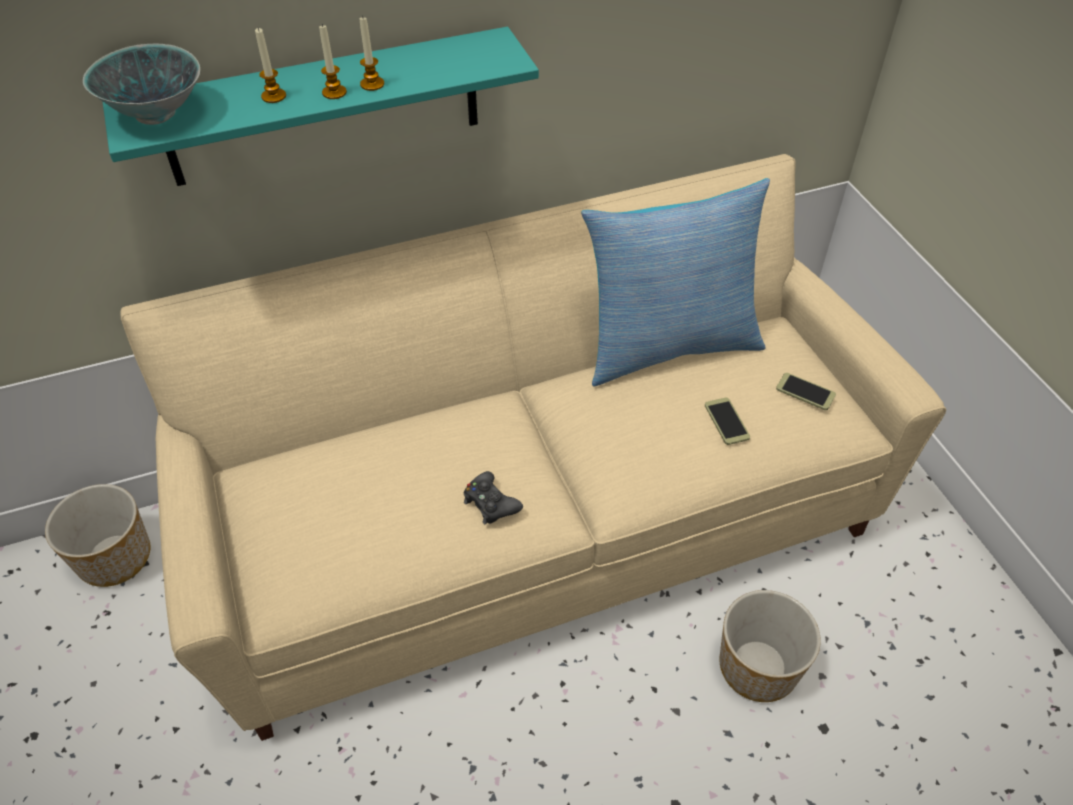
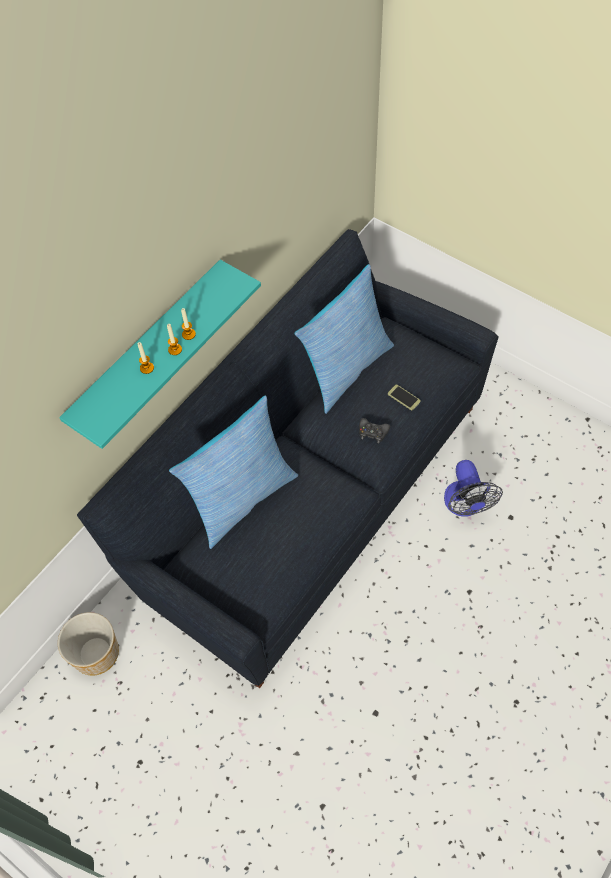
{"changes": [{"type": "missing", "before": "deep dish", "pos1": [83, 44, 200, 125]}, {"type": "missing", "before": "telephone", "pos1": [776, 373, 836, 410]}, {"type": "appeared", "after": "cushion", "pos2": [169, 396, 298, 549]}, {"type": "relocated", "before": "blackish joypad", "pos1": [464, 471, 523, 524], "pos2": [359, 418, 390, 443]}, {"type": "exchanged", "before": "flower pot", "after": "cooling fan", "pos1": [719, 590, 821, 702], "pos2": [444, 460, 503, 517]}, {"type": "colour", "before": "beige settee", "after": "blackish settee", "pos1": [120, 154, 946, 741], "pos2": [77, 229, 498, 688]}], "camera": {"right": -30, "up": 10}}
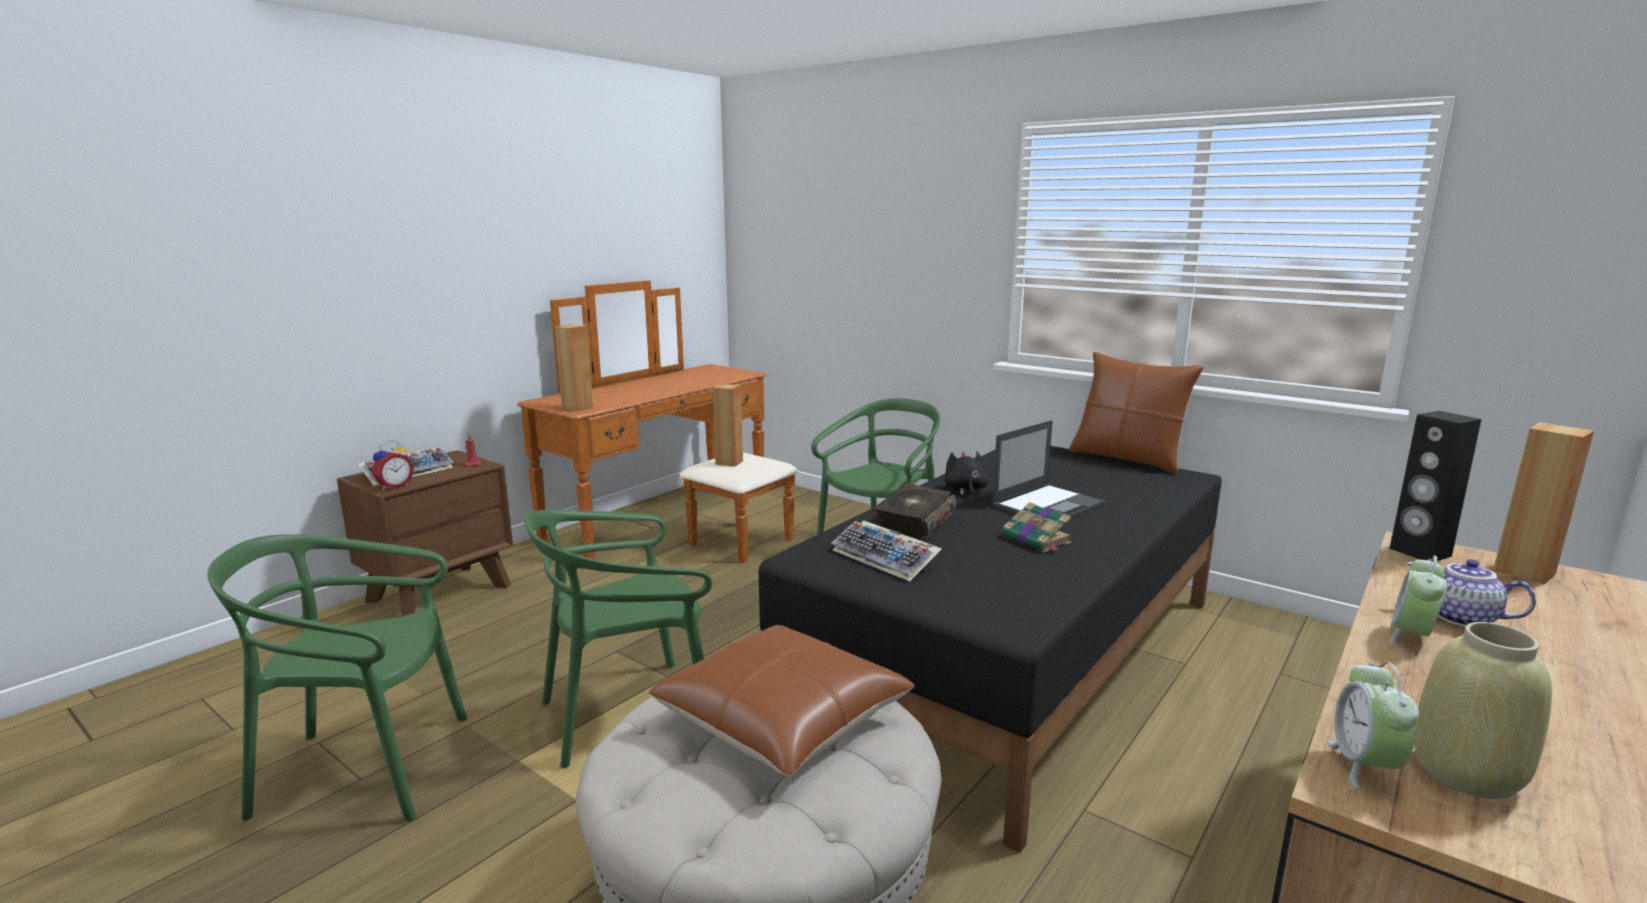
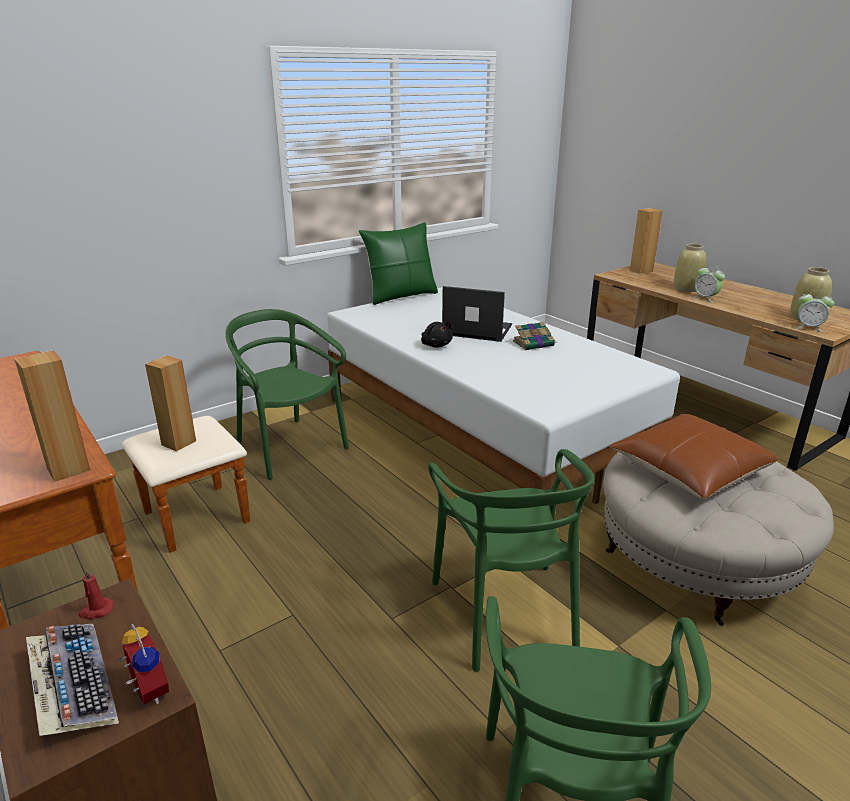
{"changes": [{"type": "missing", "before": "keyboard", "pos1": [832, 520, 942, 581]}, {"type": "missing", "before": "volume", "pos1": [873, 483, 956, 542]}, {"type": "missing", "before": "blackish audio speaker", "pos1": [1390, 411, 1481, 562]}, {"type": "exchanged", "before": "teapot", "after": "beige vase", "pos1": [1406, 559, 1536, 627], "pos2": [674, 244, 707, 292]}, {"type": "colour", "before": "blackish bed", "after": "whitish bed", "pos1": [759, 446, 1221, 853], "pos2": [327, 287, 680, 504]}, {"type": "colour", "before": "brownish cushion", "after": "green cushion", "pos1": [1069, 352, 1204, 473], "pos2": [359, 222, 438, 305]}, {"type": "spun", "before": "blackish cuddly toy", "pos1": [945, 451, 988, 499], "pos2": [421, 321, 453, 347], "turn": -135}, {"type": "spun", "before": "portable computer", "pos1": [991, 420, 1106, 520], "pos2": [442, 286, 512, 342], "turn": -45}], "camera": {"right": -75, "up": 10}}
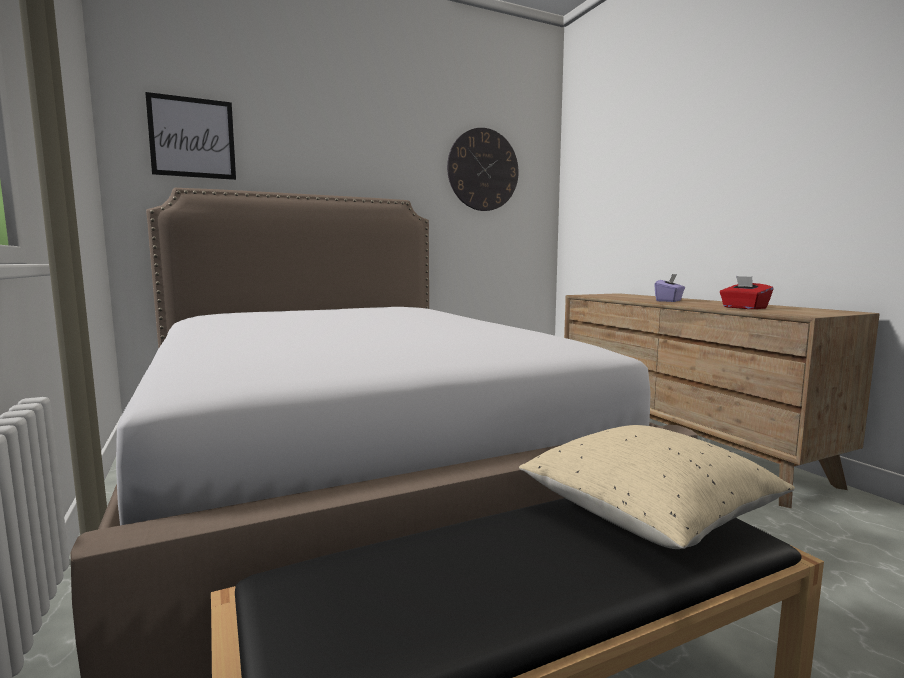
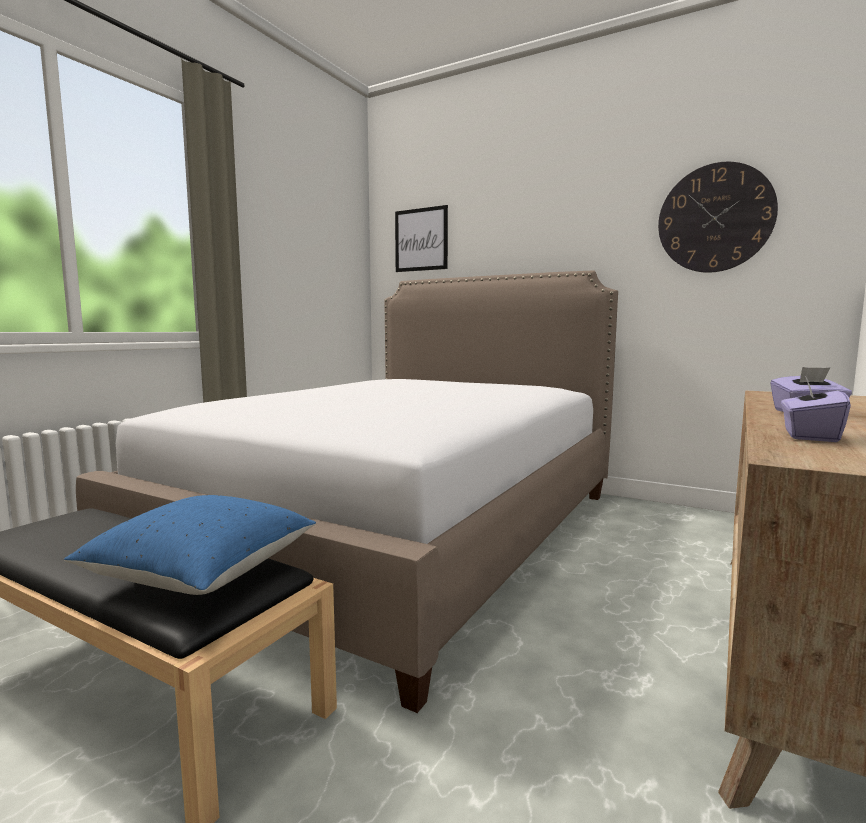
{"changes": [{"type": "colour", "before": "beige cushion", "after": "blue cushion", "pos1": [519, 425, 795, 549], "pos2": [64, 495, 316, 595]}, {"type": "colour", "before": "red-coloured box of tissues", "after": "purple-coloured box of tissues", "pos1": [720, 276, 773, 309], "pos2": [781, 376, 851, 442]}], "camera": {"right": 55, "up": 0}}
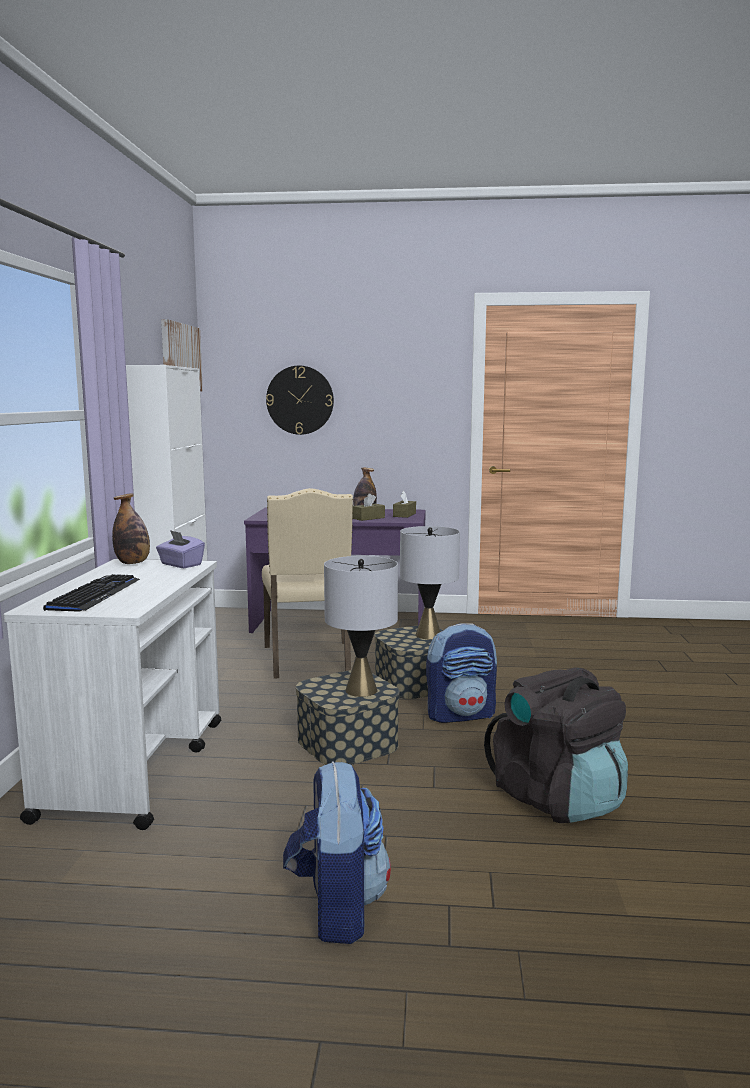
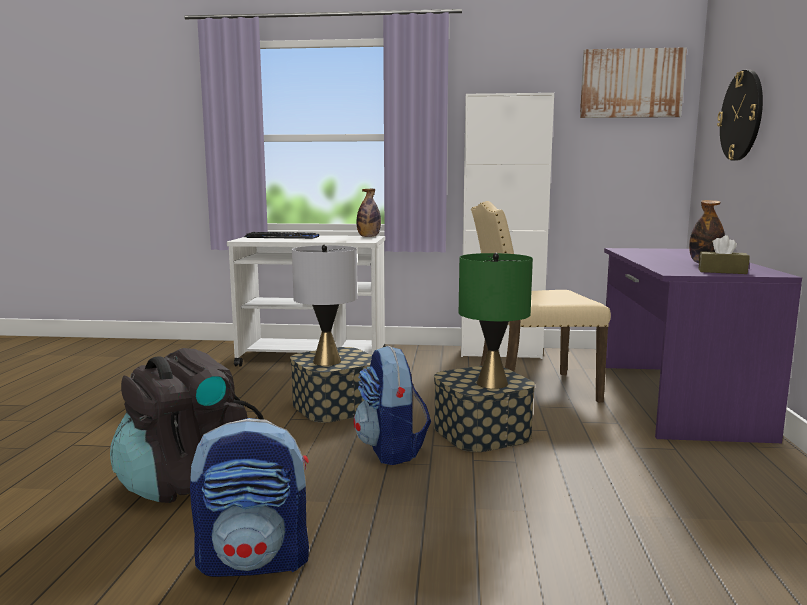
{"changes": [{"type": "missing", "before": "purple-coloured box of tissues", "pos1": [156, 530, 205, 568]}, {"type": "missing", "before": "brownish box of tissues", "pos1": [352, 493, 385, 521]}, {"type": "relocated", "before": "rucksack", "pos1": [283, 761, 391, 944], "pos2": [190, 418, 309, 577]}, {"type": "colour", "before": "gray tabletop lamp", "after": "green tabletop lamp", "pos1": [400, 526, 460, 639], "pos2": [459, 253, 533, 389]}], "camera": {"right": 90, "up": 0}}
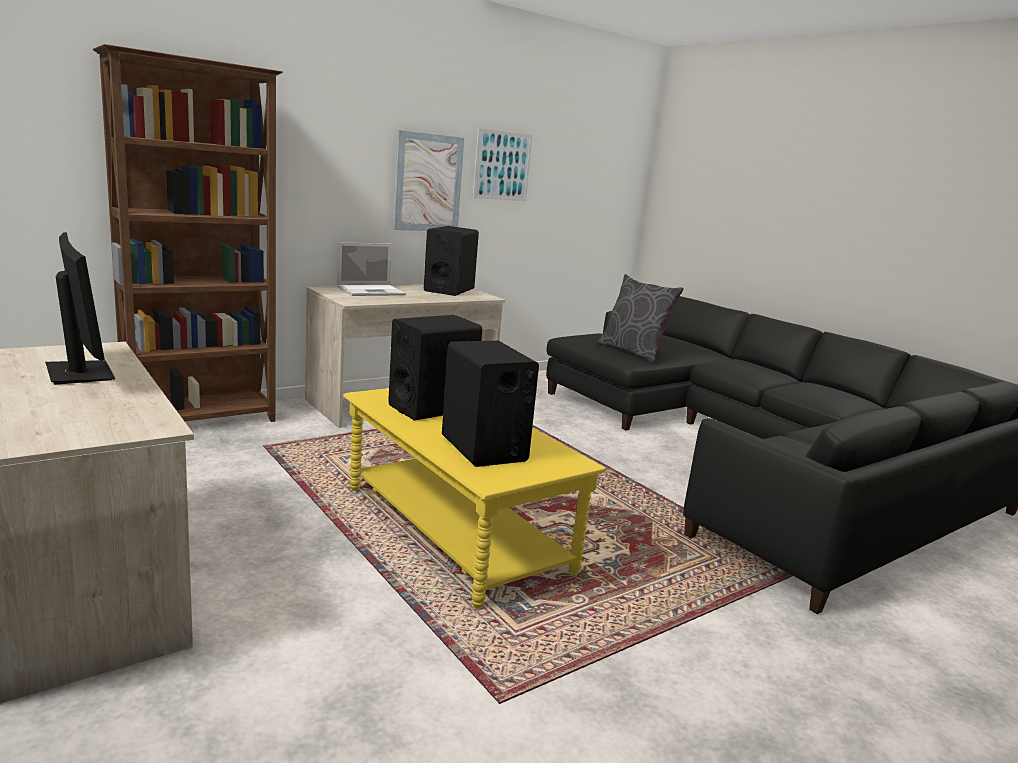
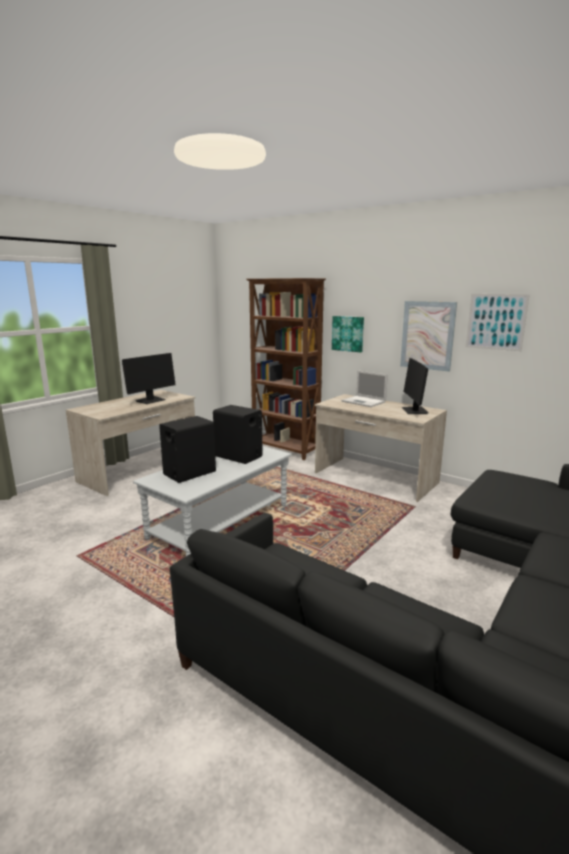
{"changes": [{"type": "missing", "before": "gray cushion", "pos1": [598, 274, 684, 363]}, {"type": "appeared", "after": "wall picture", "pos2": [332, 316, 364, 352]}, {"type": "exchanged", "before": "blackish audio speaker", "after": "computer display", "pos1": [424, 226, 479, 296], "pos2": [402, 358, 428, 414]}, {"type": "colour", "before": "yellow lounge table", "after": "gray lounge table", "pos1": [343, 388, 605, 608], "pos2": [133, 446, 292, 556]}], "camera": {"right": 75, "up": 0}}
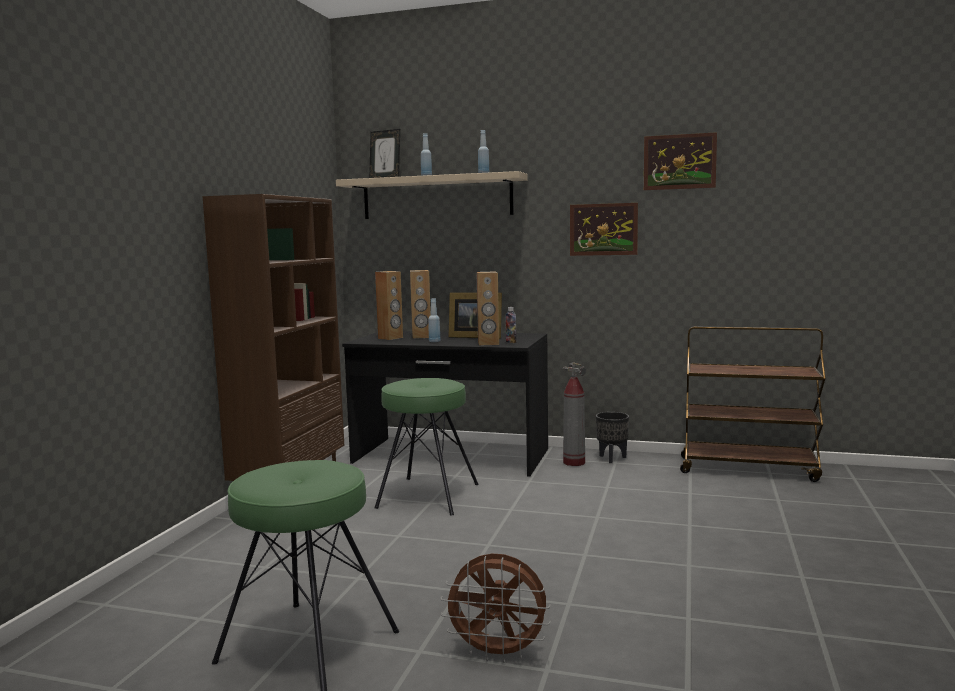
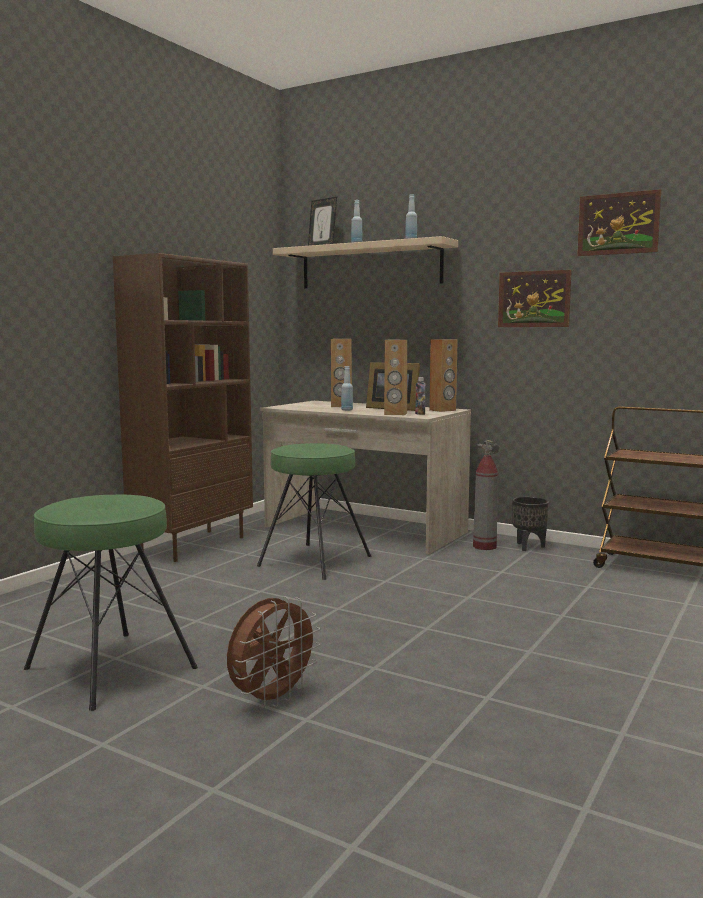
{"changes": [{"type": "relocated", "before": "brownish audio speaker", "pos1": [375, 271, 403, 340], "pos2": [429, 339, 458, 412]}, {"type": "colour", "before": "blackish desk unit", "after": "beige desk unit", "pos1": [342, 331, 548, 477], "pos2": [260, 401, 471, 555]}, {"type": "spun", "before": "brownish cooling fan", "pos1": [440, 554, 551, 663], "pos2": [227, 596, 320, 708], "turn": -75}], "camera": {"right": 15, "up": 0}}
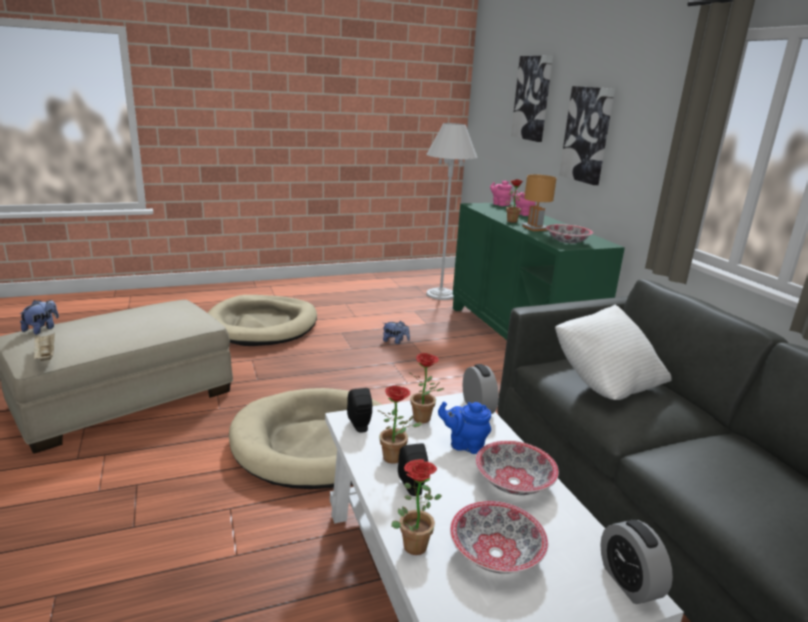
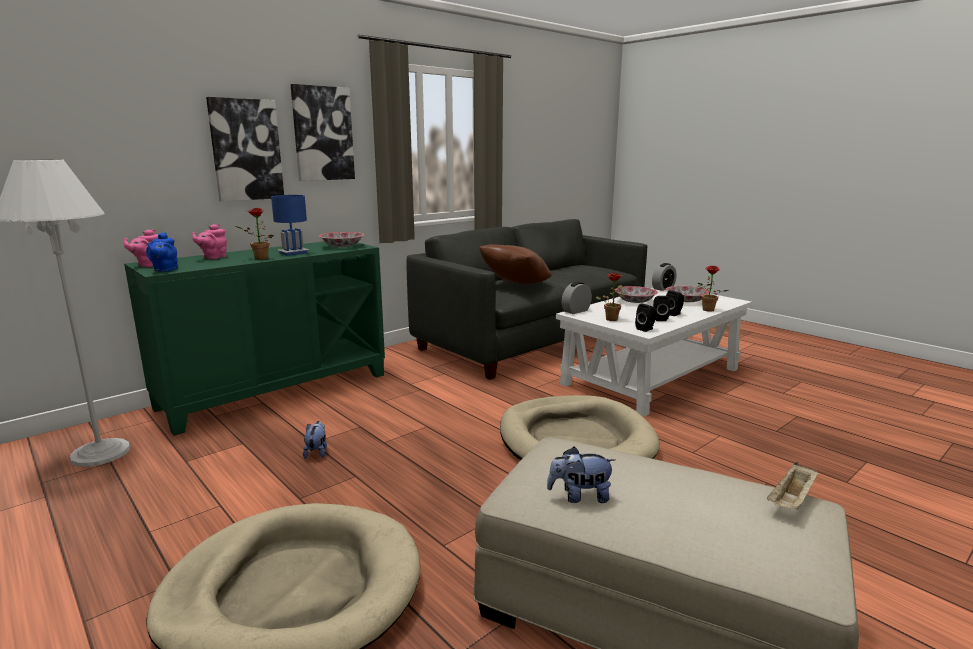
{"changes": [{"type": "relocated", "before": "cuddly toy", "pos1": [19, 300, 59, 335], "pos2": [547, 447, 616, 503]}, {"type": "relocated", "before": "blue teapot", "pos1": [438, 402, 491, 454], "pos2": [146, 232, 178, 272]}, {"type": "relocated", "before": "wall picture", "pos1": [511, 55, 553, 142], "pos2": [291, 84, 355, 181]}, {"type": "exchanged", "before": "potted plant", "after": "blackish audio speaker", "pos1": [377, 385, 422, 464], "pos2": [653, 296, 670, 321]}, {"type": "colour", "before": "brownish tabletop lamp", "after": "blue tabletop lamp", "pos1": [521, 174, 557, 231], "pos2": [271, 195, 310, 256]}, {"type": "colour", "before": "whitish cushion", "after": "brownish cushion", "pos1": [555, 305, 672, 400], "pos2": [479, 245, 552, 284]}], "camera": {"right": -110, "up": -5}}
